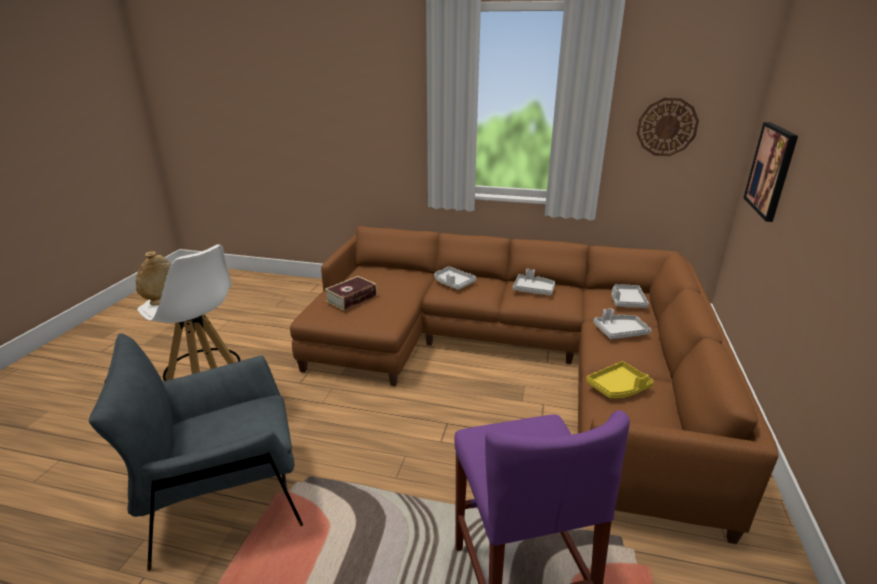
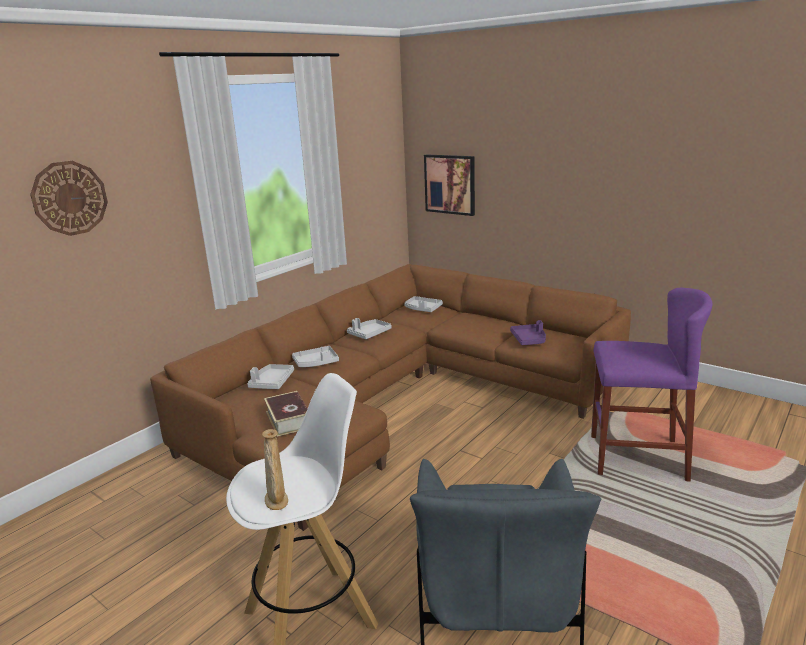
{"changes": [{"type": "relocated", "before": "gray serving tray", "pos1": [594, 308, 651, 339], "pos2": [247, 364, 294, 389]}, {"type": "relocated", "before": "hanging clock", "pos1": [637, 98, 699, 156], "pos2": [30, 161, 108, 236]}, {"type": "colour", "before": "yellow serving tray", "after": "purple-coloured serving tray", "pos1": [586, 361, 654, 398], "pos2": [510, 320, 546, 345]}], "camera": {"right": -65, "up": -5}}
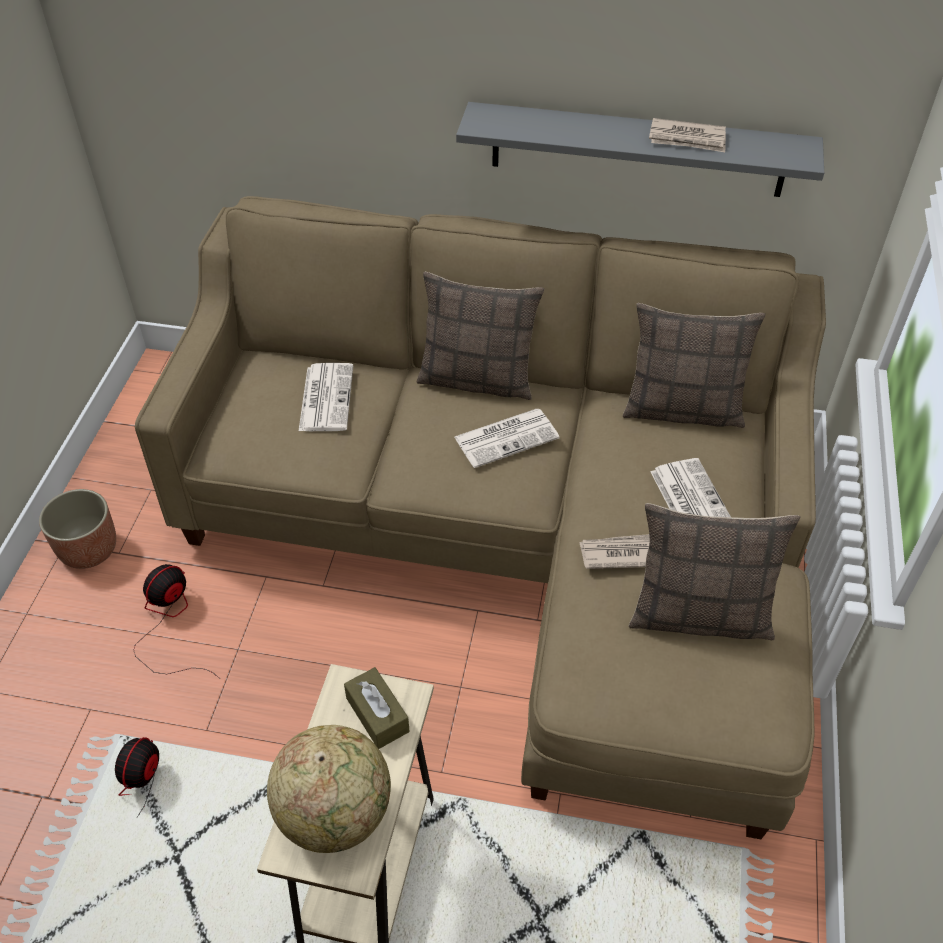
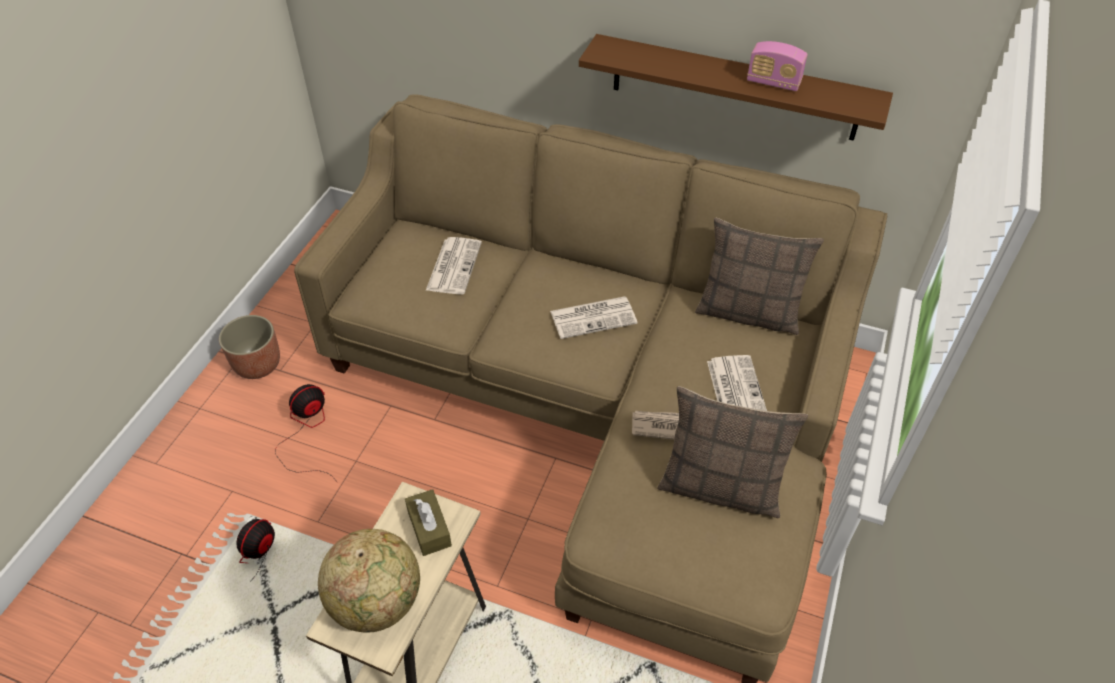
{"changes": [{"type": "missing", "before": "cushion", "pos1": [417, 272, 545, 400]}, {"type": "exchanged", "before": "newspaper", "after": "radio receiver", "pos1": [649, 118, 726, 152], "pos2": [747, 41, 808, 91]}, {"type": "colour", "before": "gray shelf", "after": "brownish shelf", "pos1": [456, 102, 824, 197], "pos2": [579, 34, 893, 141]}], "camera": {"right": 10, "up": 0}}
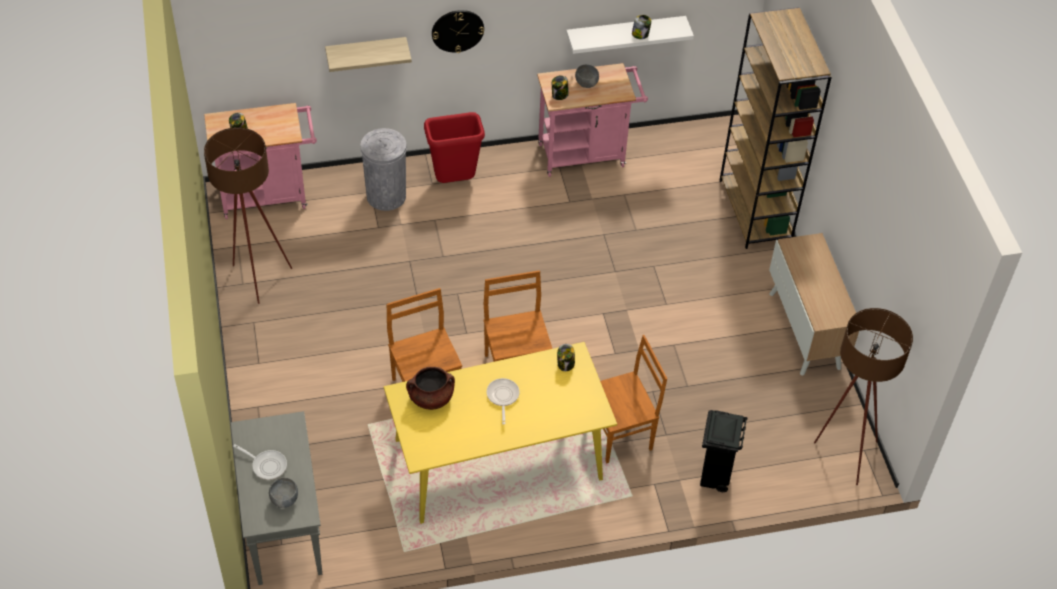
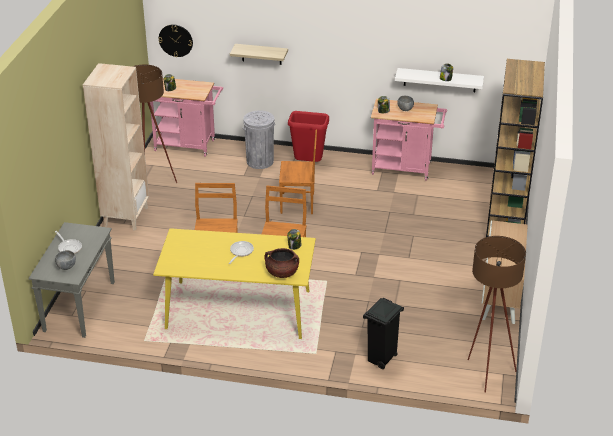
{"changes": [{"type": "appeared", "after": "beige bookshelf", "pos2": [83, 63, 149, 231]}, {"type": "relocated", "before": "brownish cooking pot", "pos1": [406, 367, 455, 410], "pos2": [264, 248, 299, 278]}, {"type": "relocated", "before": "hanging clock", "pos1": [432, 10, 484, 53], "pos2": [158, 24, 193, 57]}, {"type": "relocated", "before": "brownish plain chair", "pos1": [600, 335, 667, 463], "pos2": [279, 129, 317, 214]}], "camera": {"right": 25, "up": -15}}
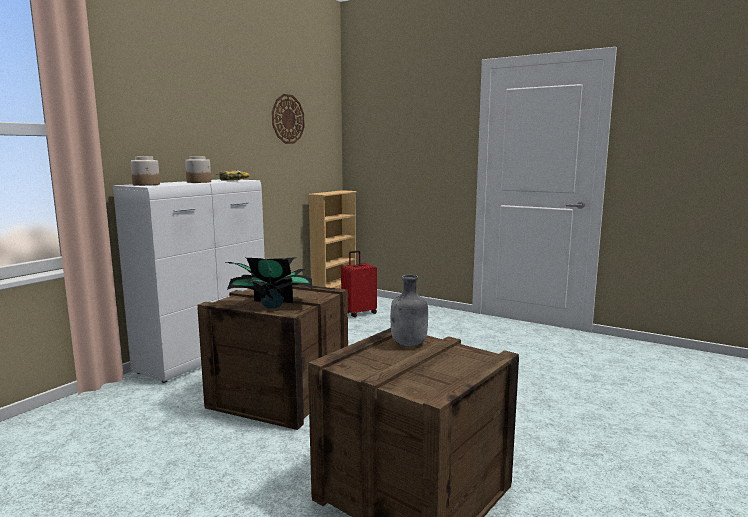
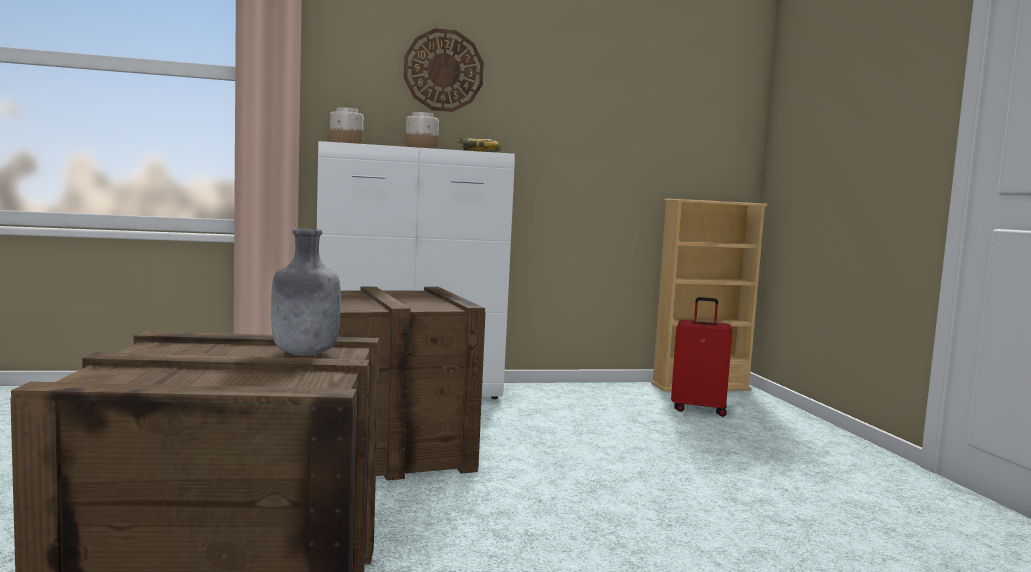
{"changes": [{"type": "missing", "before": "potted plant", "pos1": [227, 257, 312, 309]}, {"type": "relocated", "before": "hanging clock", "pos1": [272, 94, 305, 144], "pos2": [404, 28, 484, 112]}], "camera": {"right": 45, "up": -5}}
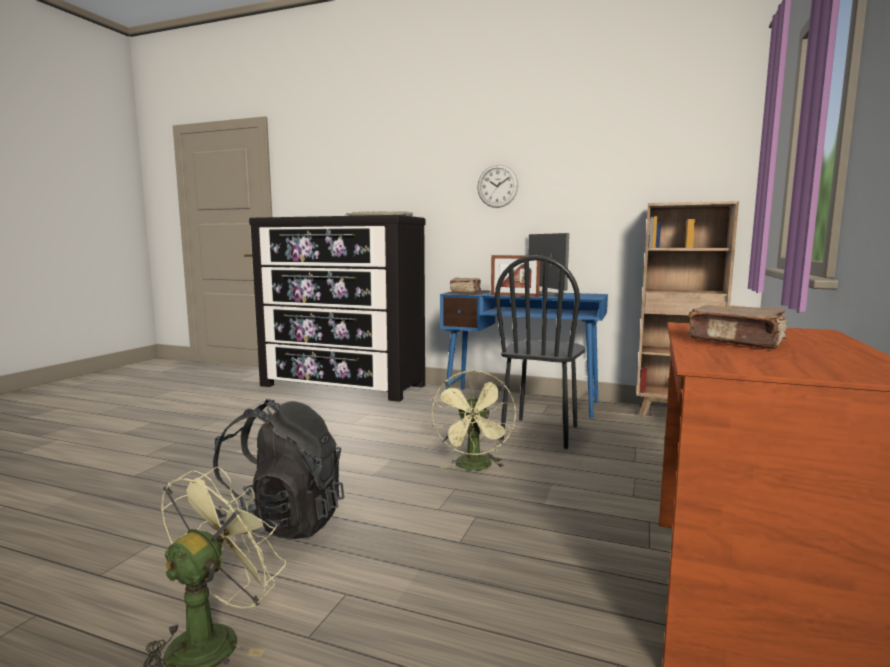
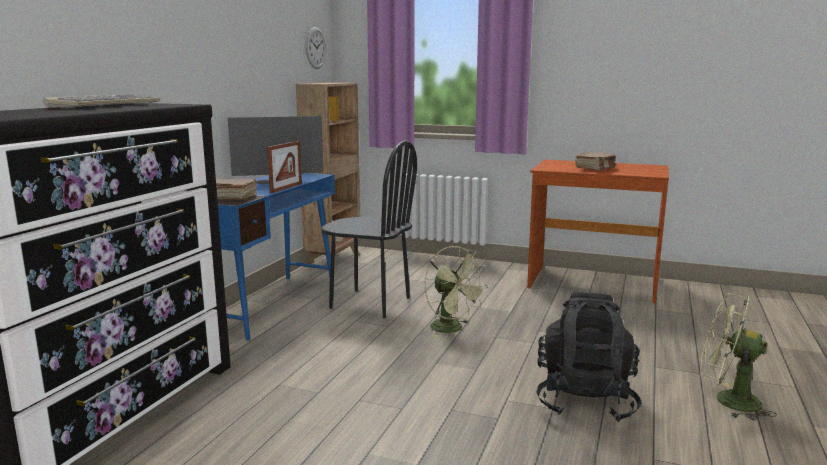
{"changes": [{"type": "relocated", "before": "hanging clock", "pos1": [477, 165, 518, 208], "pos2": [306, 27, 326, 69]}, {"type": "spun", "before": "green cooling fan", "pos1": [431, 370, 516, 470], "pos2": [425, 246, 488, 338], "turn": 45}], "camera": {"right": -90, "up": 5}}
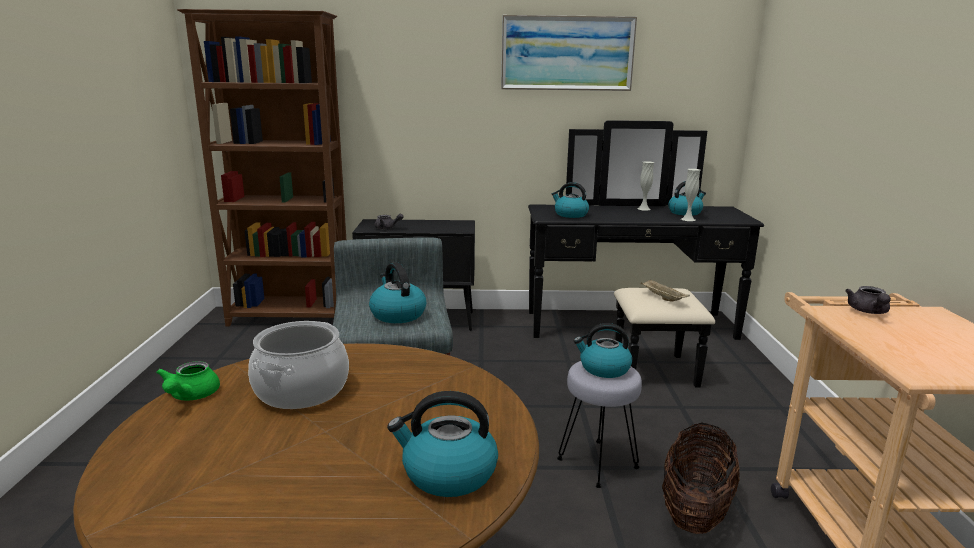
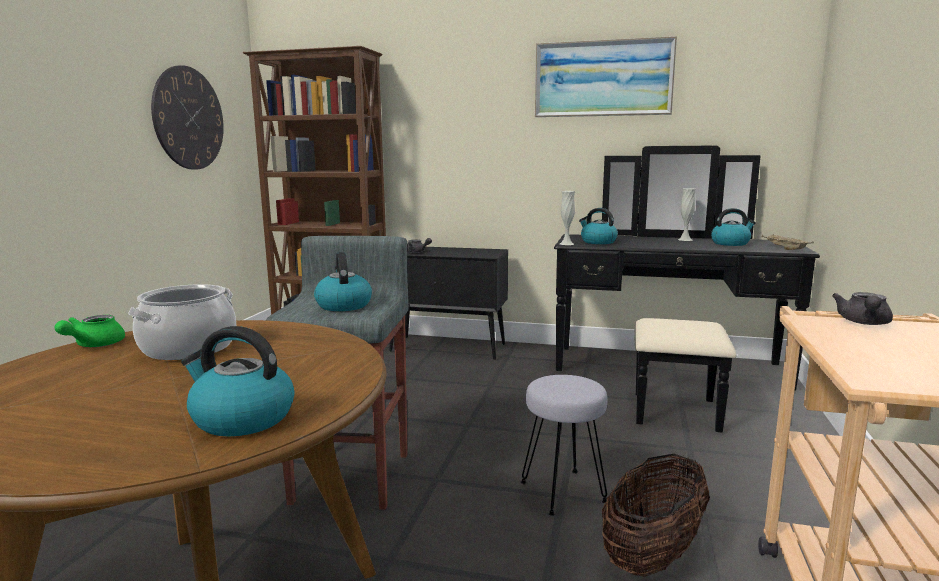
{"changes": [{"type": "missing", "before": "tea kettle", "pos1": [574, 323, 632, 378]}, {"type": "appeared", "after": "hanging clock", "pos2": [151, 65, 224, 170]}, {"type": "relocated", "before": "beige serving tray", "pos1": [640, 279, 690, 301], "pos2": [762, 234, 814, 250]}, {"type": "relocated", "before": "whitish vase", "pos1": [681, 169, 701, 221], "pos2": [560, 191, 575, 245]}], "camera": {"right": 15, "up": -5}}
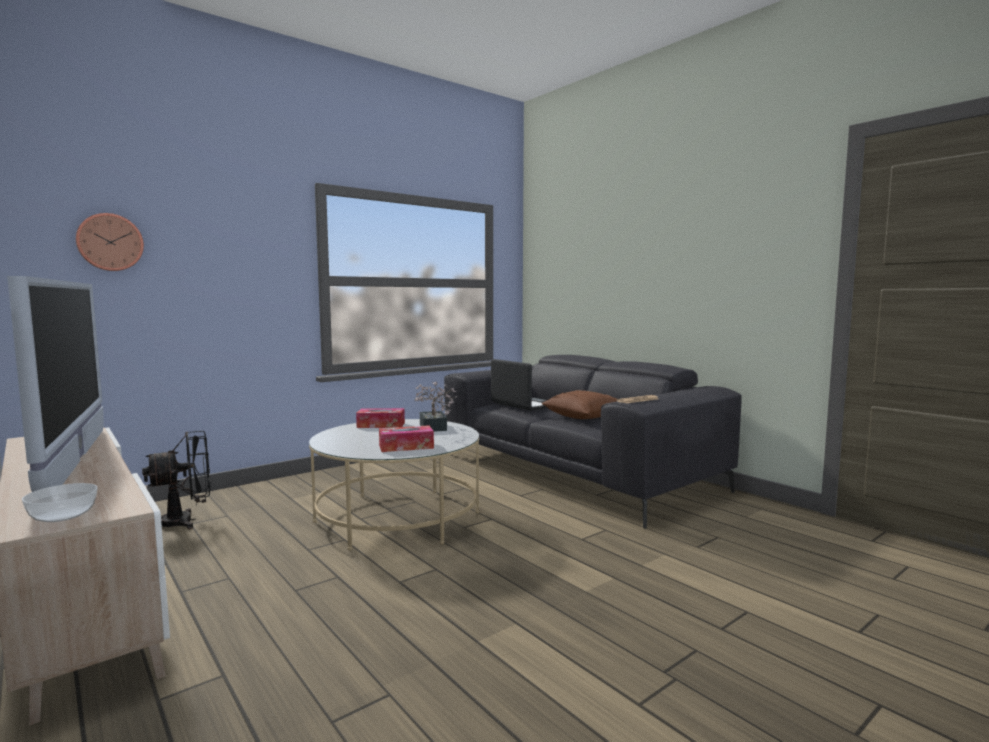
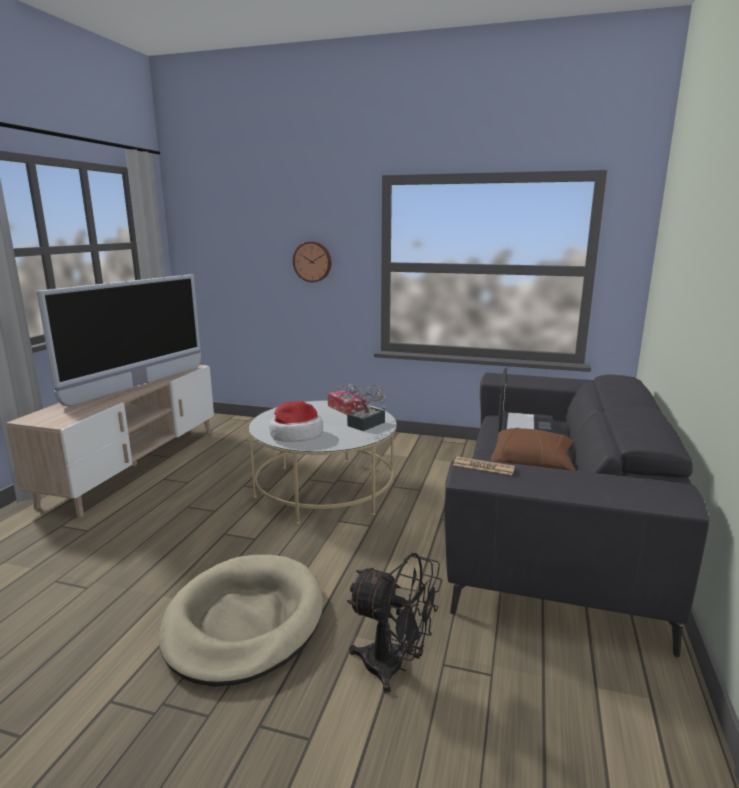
{"changes": [{"type": "missing", "before": "deep dish", "pos1": [22, 483, 98, 522]}, {"type": "appeared", "after": "beige pet bed", "pos2": [159, 555, 323, 687]}, {"type": "relocated", "before": "hanging clock", "pos1": [76, 213, 144, 271], "pos2": [293, 241, 331, 282]}, {"type": "relocated", "before": "blackish cooling fan", "pos1": [142, 431, 211, 529], "pos2": [347, 553, 442, 694]}, {"type": "exchanged", "before": "box of tissues", "after": "wearable hat", "pos1": [379, 425, 434, 452], "pos2": [269, 401, 323, 442]}], "camera": {"right": 55, "up": 10}}
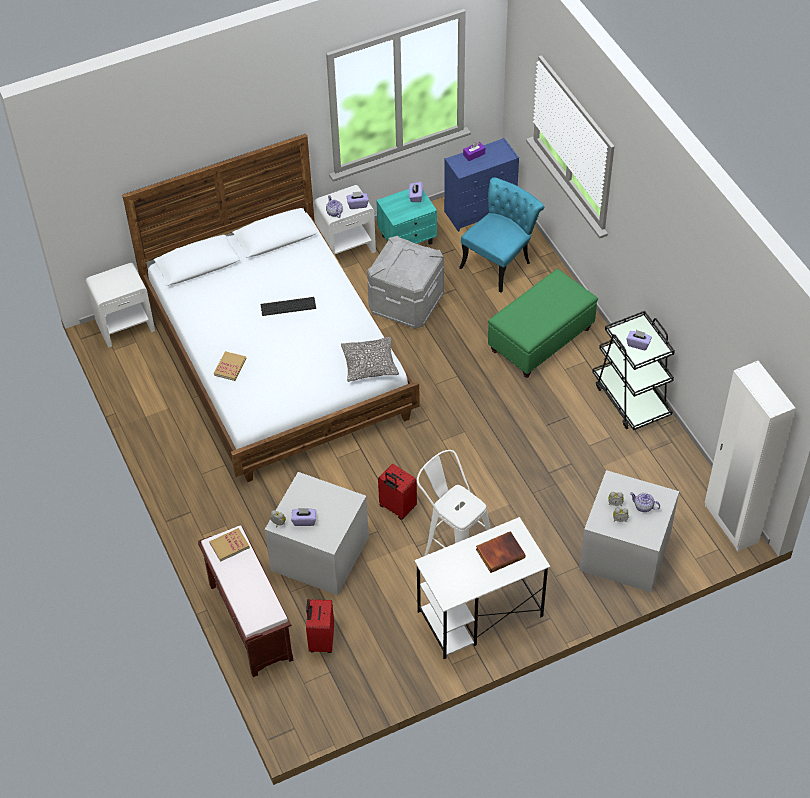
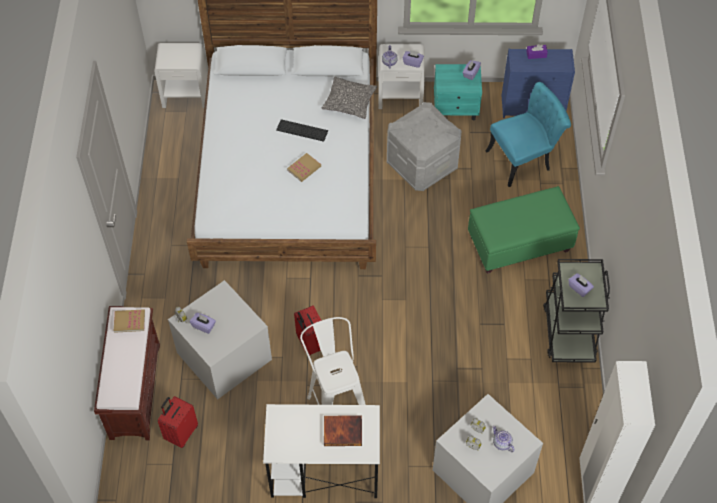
{"changes": [{"type": "relocated", "before": "volume", "pos1": [214, 351, 246, 381], "pos2": [287, 153, 321, 182]}, {"type": "relocated", "before": "cushion", "pos1": [341, 337, 399, 382], "pos2": [321, 77, 377, 119]}], "camera": {"right": 25, "up": 5}}
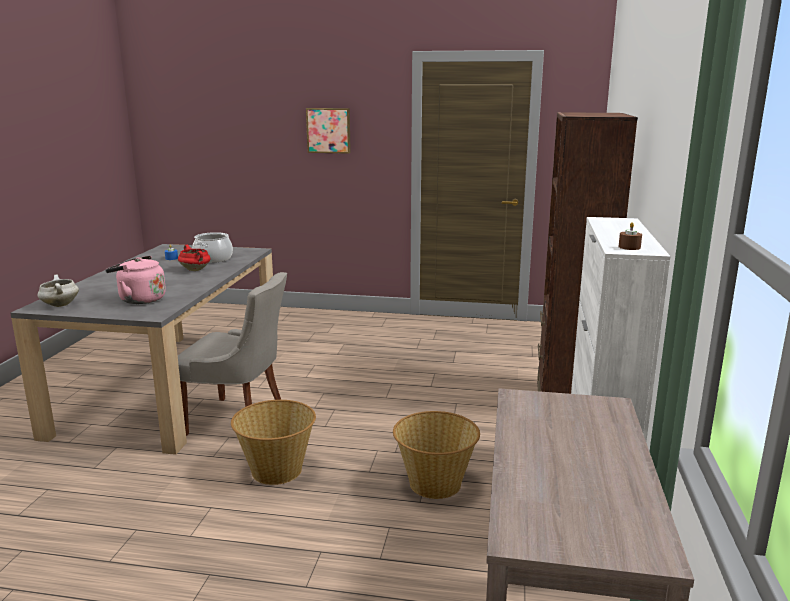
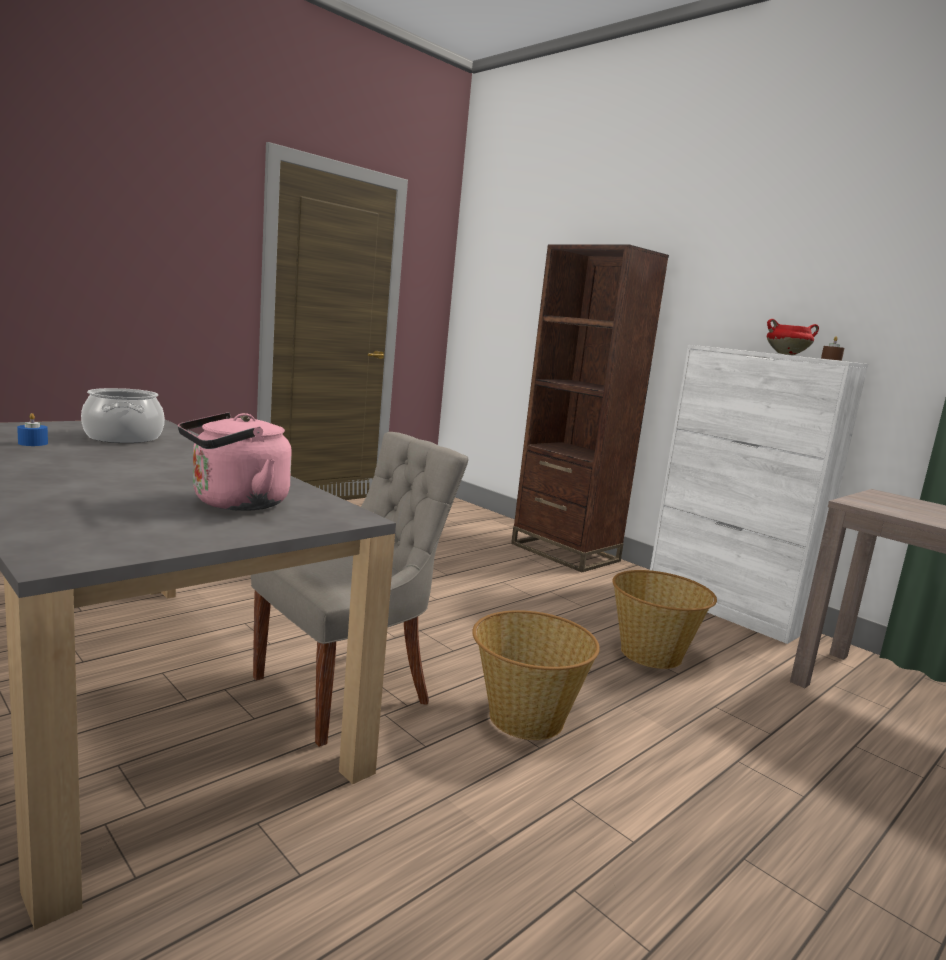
{"changes": [{"type": "missing", "before": "whitish cooking pot", "pos1": [37, 274, 79, 307]}, {"type": "missing", "before": "wall picture", "pos1": [306, 108, 351, 154]}, {"type": "relocated", "before": "red-coloured cooking pot", "pos1": [178, 244, 211, 271], "pos2": [767, 319, 819, 355]}], "camera": {"right": -55, "up": -5}}
